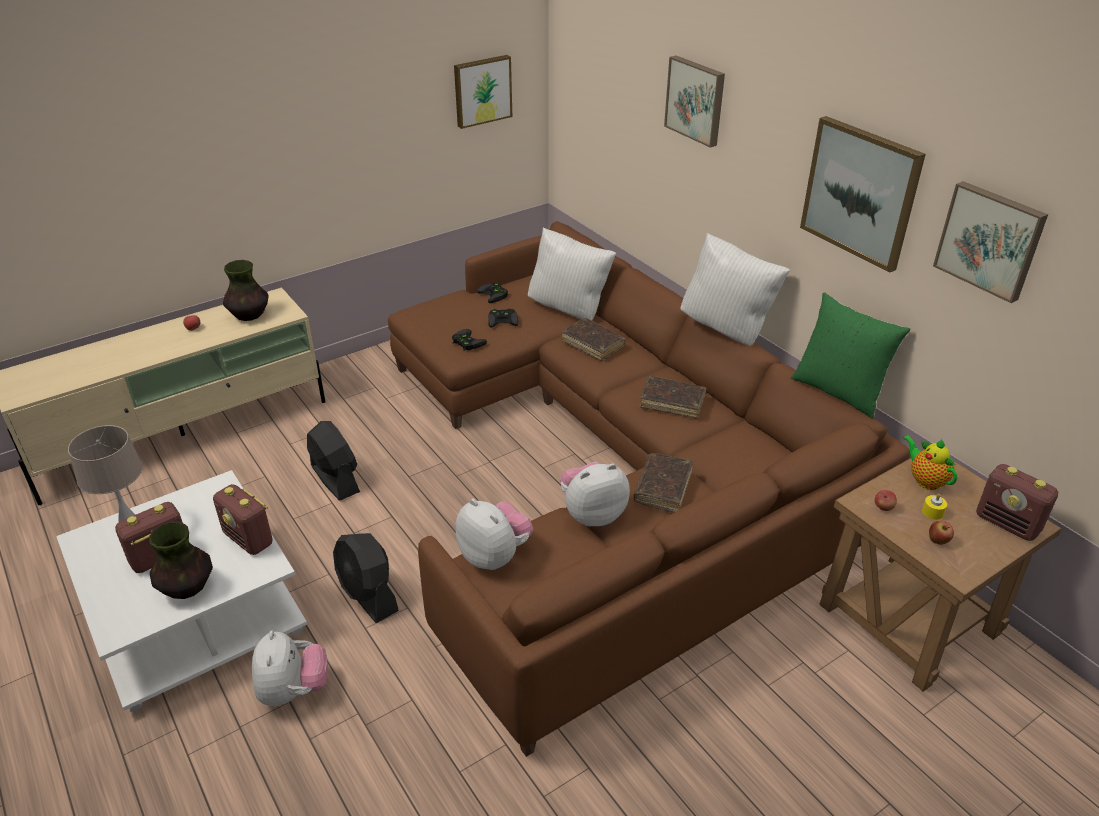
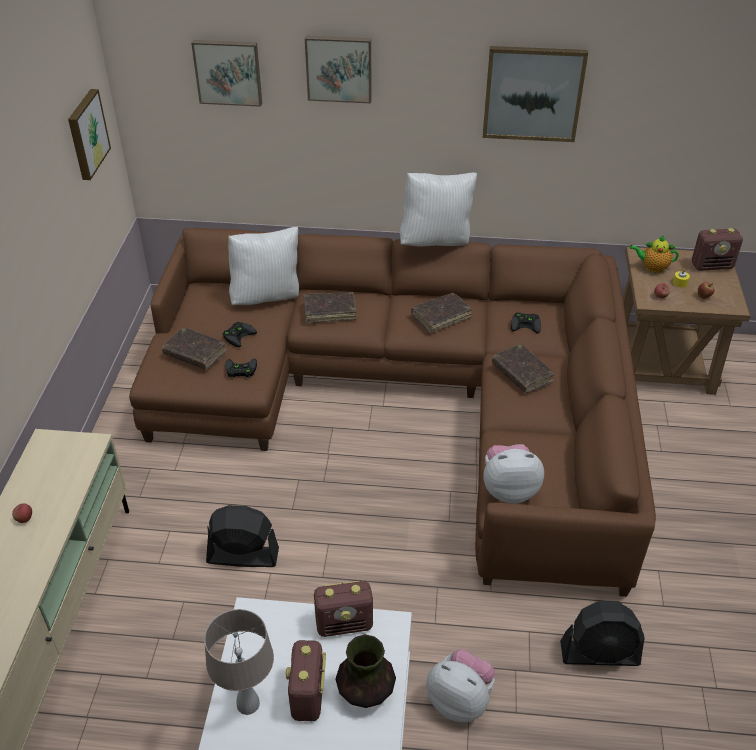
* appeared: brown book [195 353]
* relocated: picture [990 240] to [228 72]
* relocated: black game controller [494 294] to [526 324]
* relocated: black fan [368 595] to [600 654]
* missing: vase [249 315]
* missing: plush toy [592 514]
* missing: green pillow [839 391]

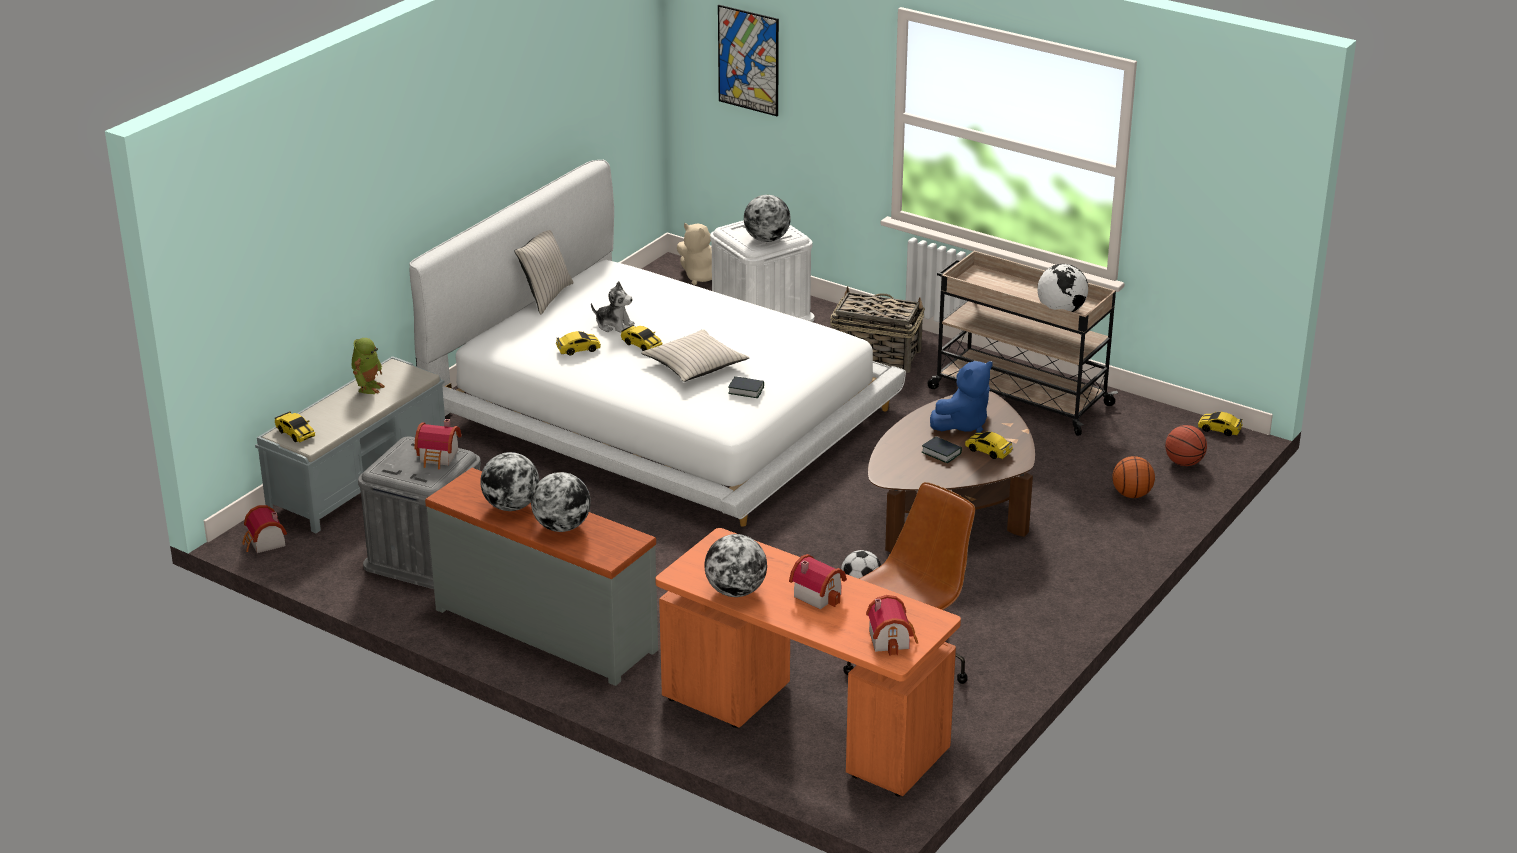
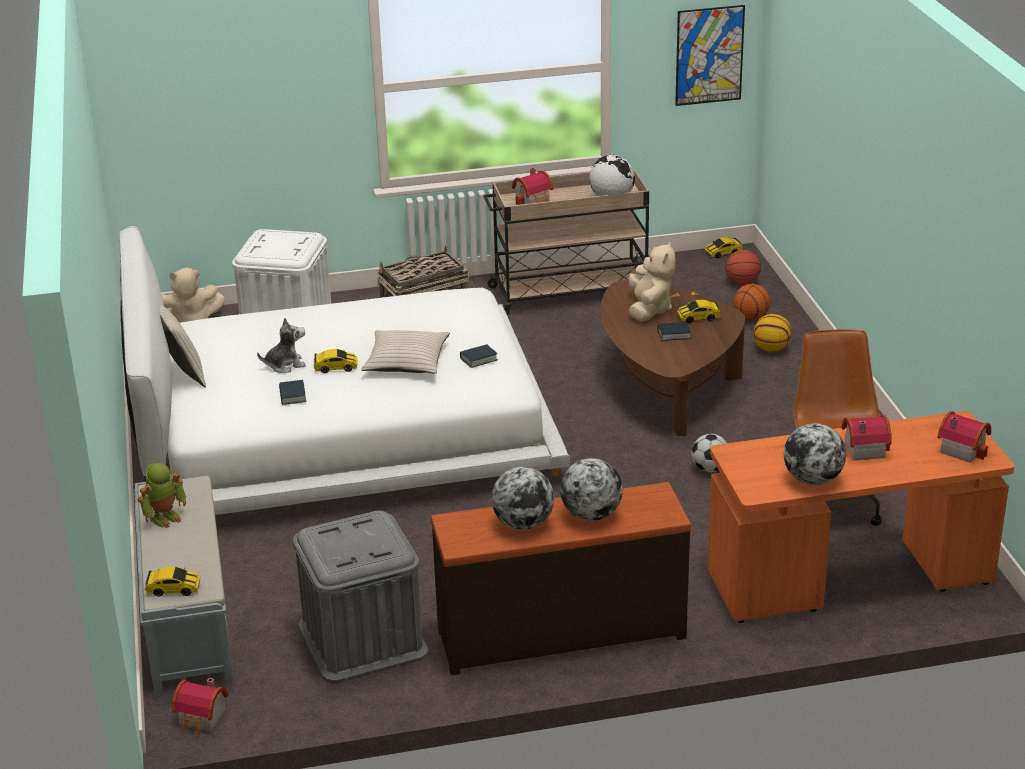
* spun: toy robot [368 387] = [165 517] 75 degrees clockwise
* exchanged: toy car [578 349] to book [292 396]
* colour: grey dresser [547 628] to brown dresser [560 631]
* relocated: toy house [439 457] to [534 201]
* colour: blue plush toy [963 424] to beige plush toy [649 309]
* relocated: picture [748 60] to [709 55]
* appeared: basketball [771 349]
* missing: globe [767 239]

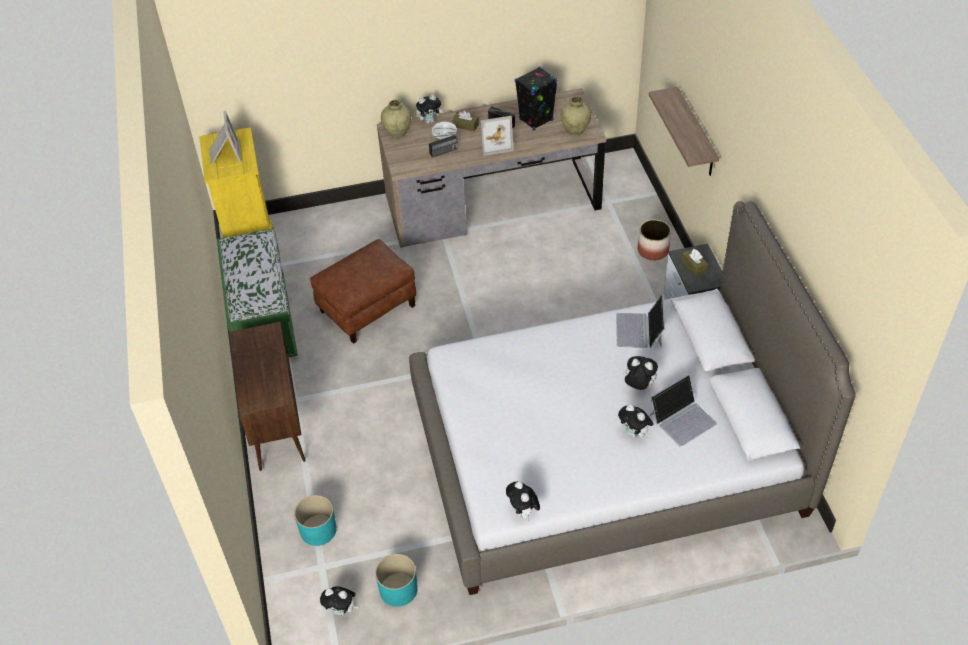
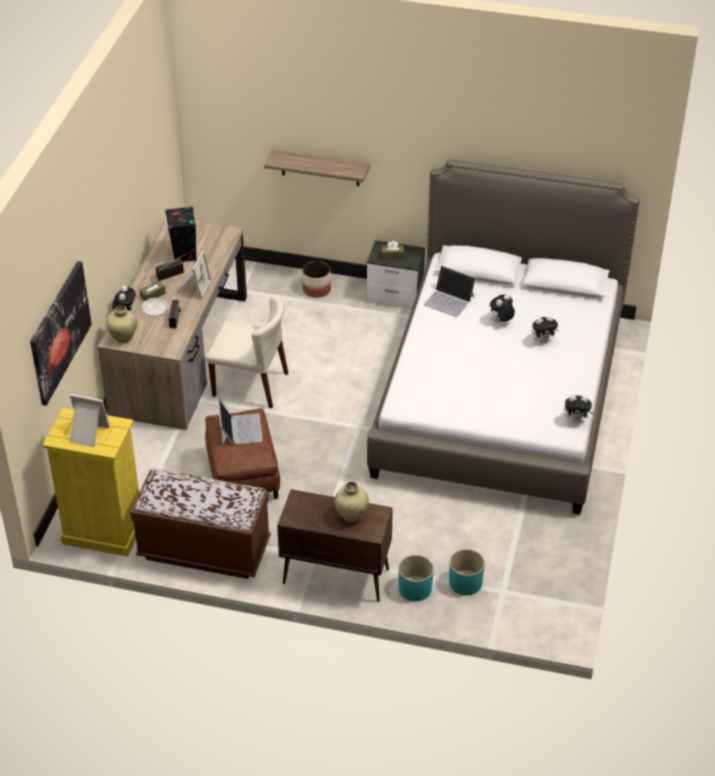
* appeared: picture [59 332]
* colour: green bench [263 323] to brown bench [204 550]
* appeared: beige chair [251 384]
* relocated: laptop [682 418] to [240 429]
* relocated: beige vase [575 130] to [351 516]
* relocated: turquoise planter [399 589] to [415 588]
* missing: plush toy [341 610]

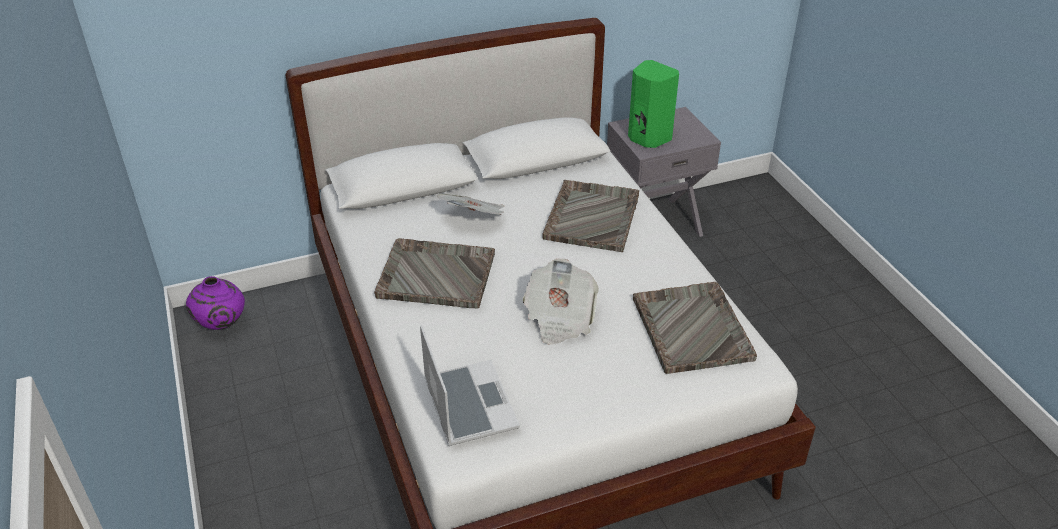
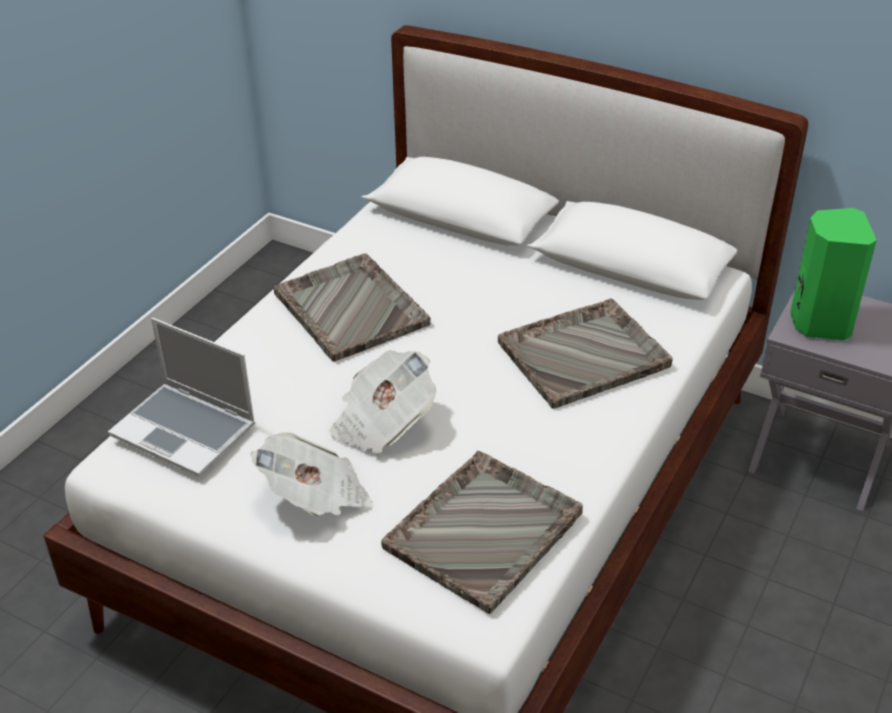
* spun: laptop [468 404] = [186 431] 90 degrees clockwise
* relocated: newspaper [475 218] to [316 497]
* missing: purple vase [221 325]

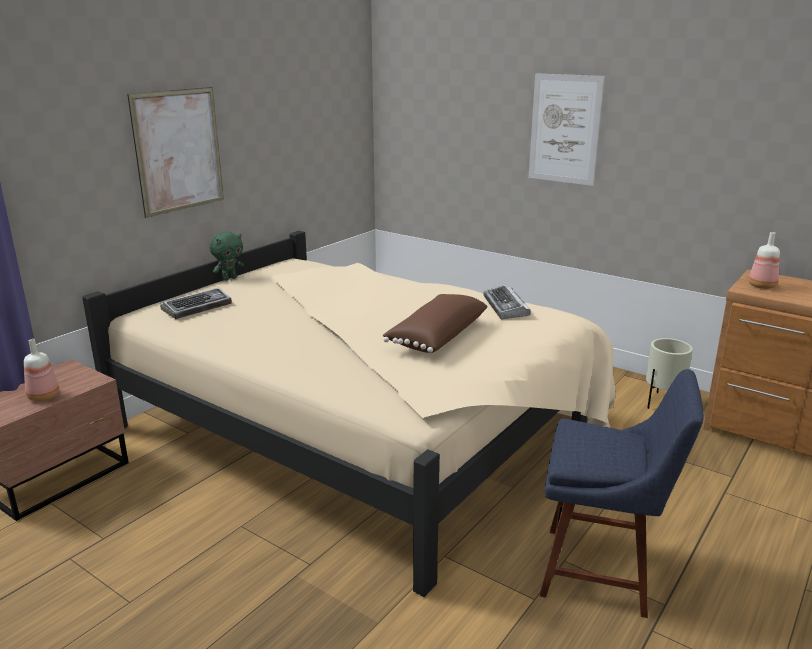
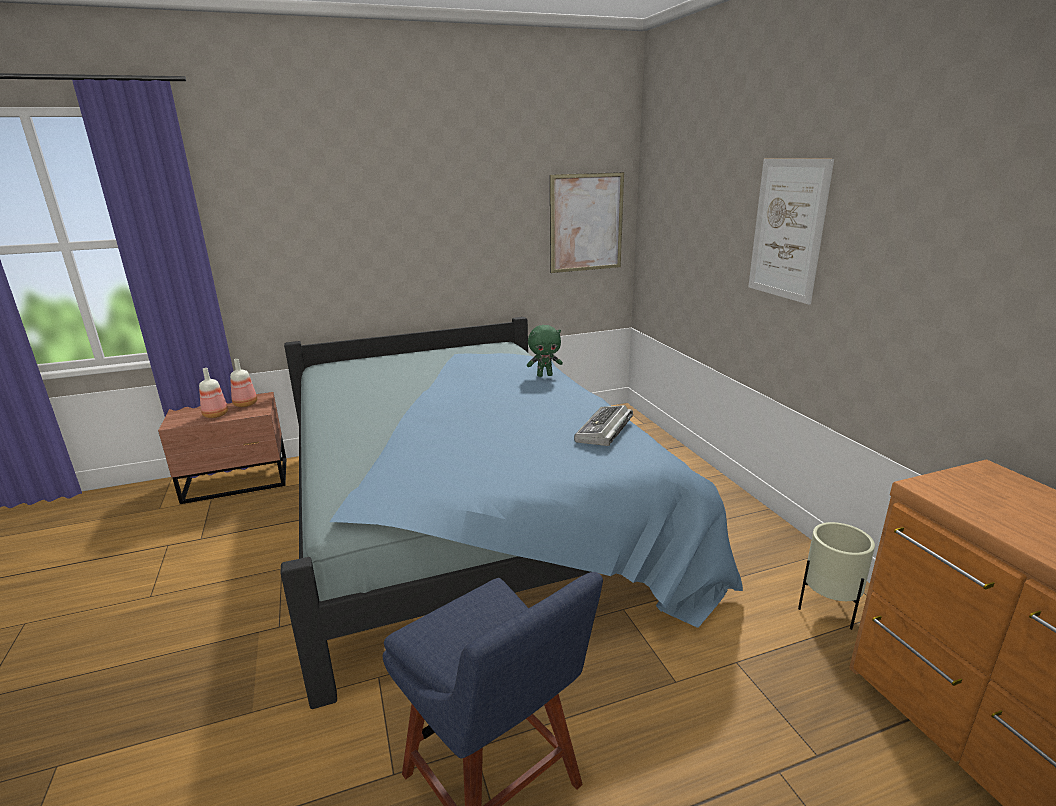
* relocated: bottle [763 286] to [245 404]
* colour: beige bed [364 427] to blue bed [473 517]
* relocated: green plush toy [229 278] to [545 375]
* relocated: picture [178 151] to [586 223]
* missing: keyboard [197 308]
* missing: brown pillow [436 336]

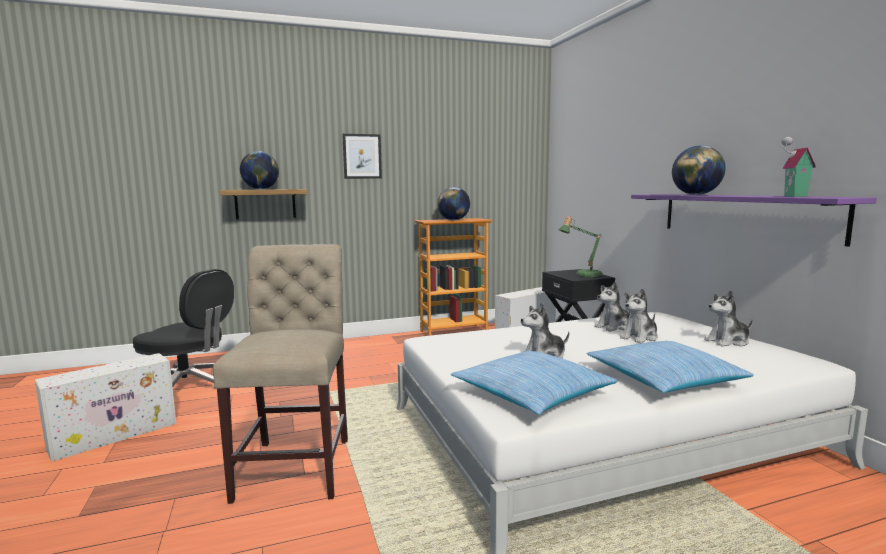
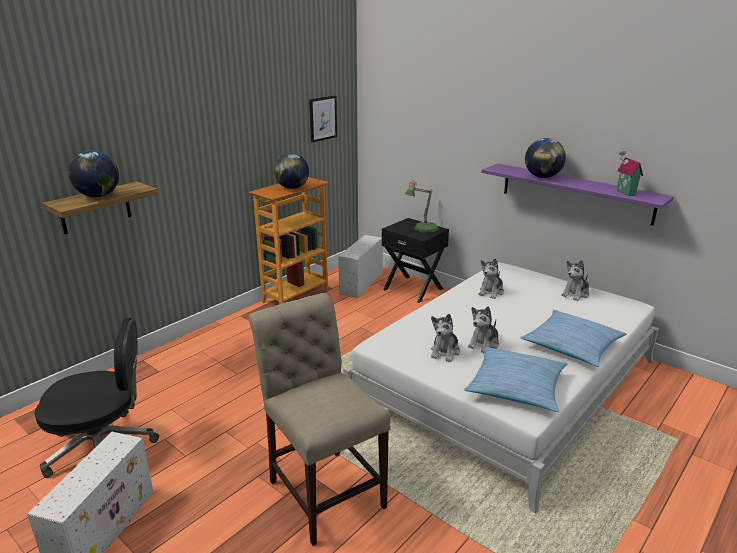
* relocated: picture [362 156] to [323 118]
* relocated: plush toy [640 337] to [445 352]

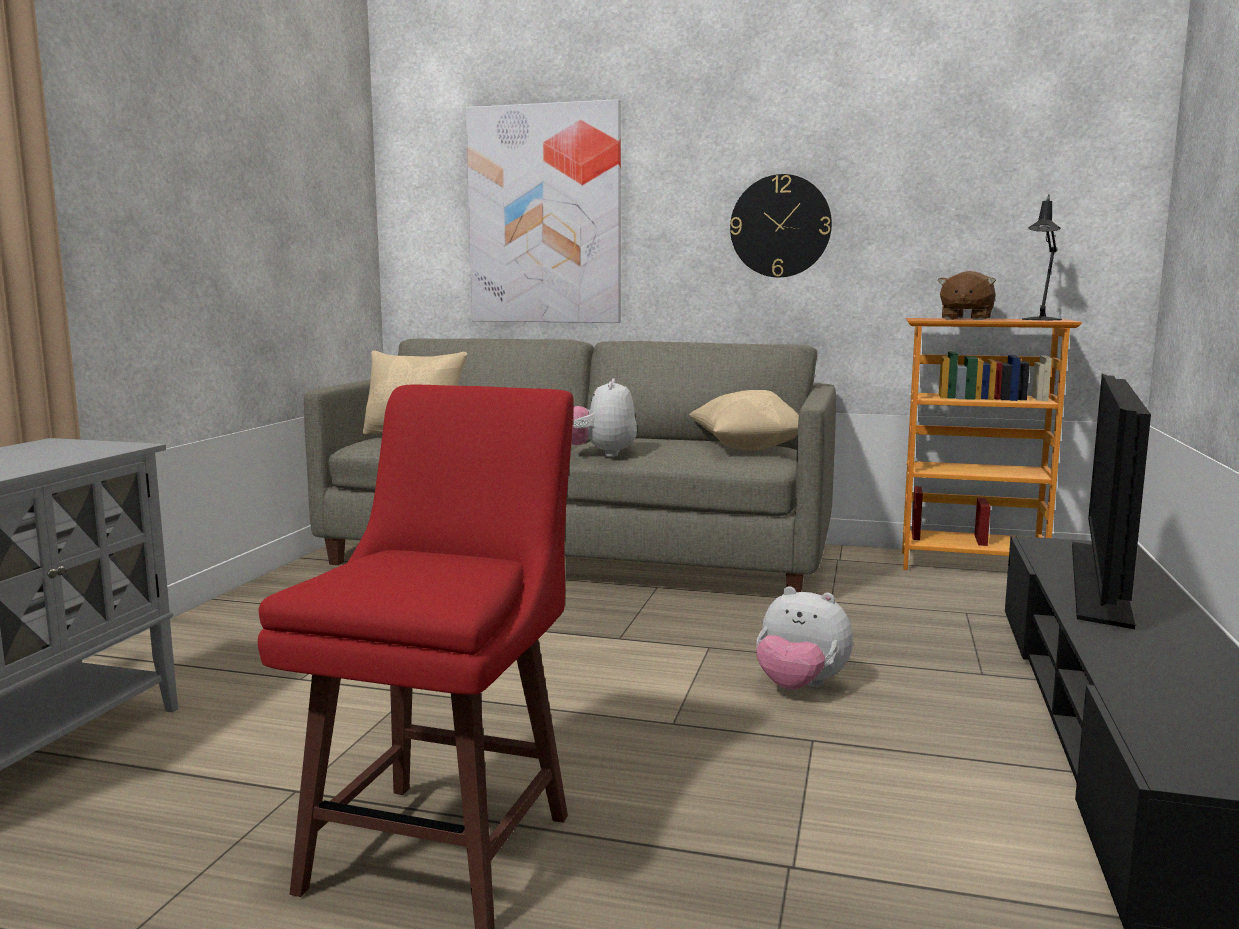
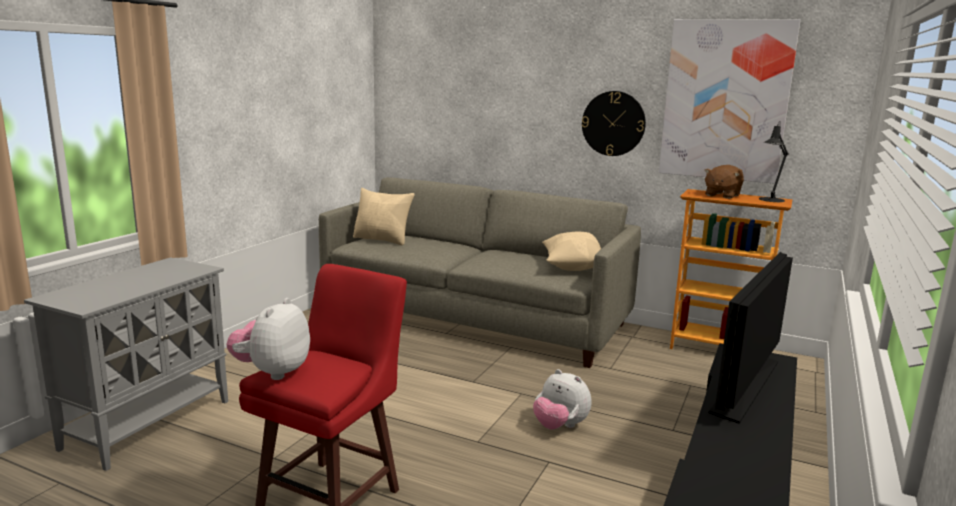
* relocated: plush toy [601 454] to [272 372]
* relocated: picture [545 215] to [725 101]

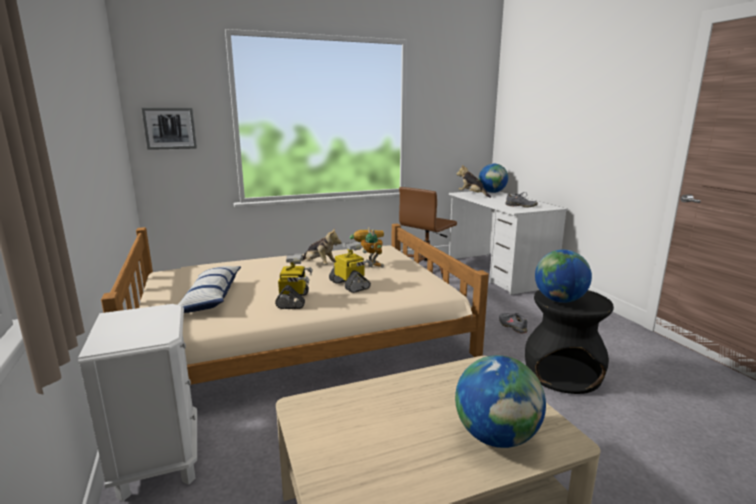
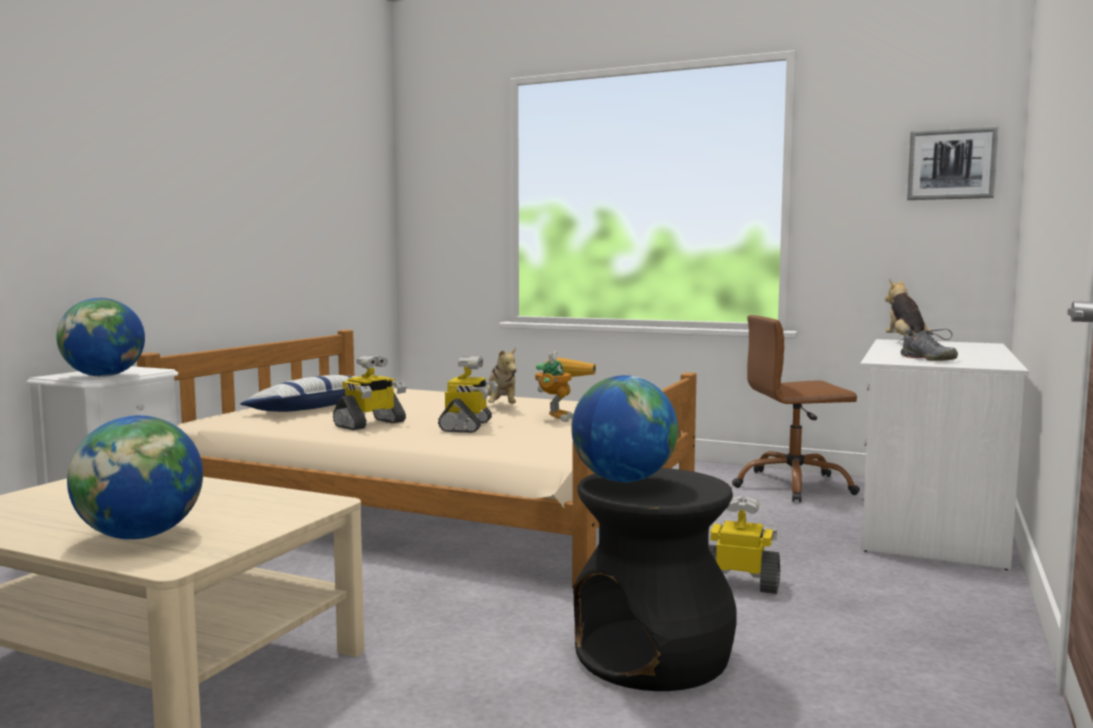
* relocated: globe [492 192] to [104 376]
* exchanged: grey shoe [512 326] to toy robot [740 583]
* relocated: picture [170 128] to [951 164]

